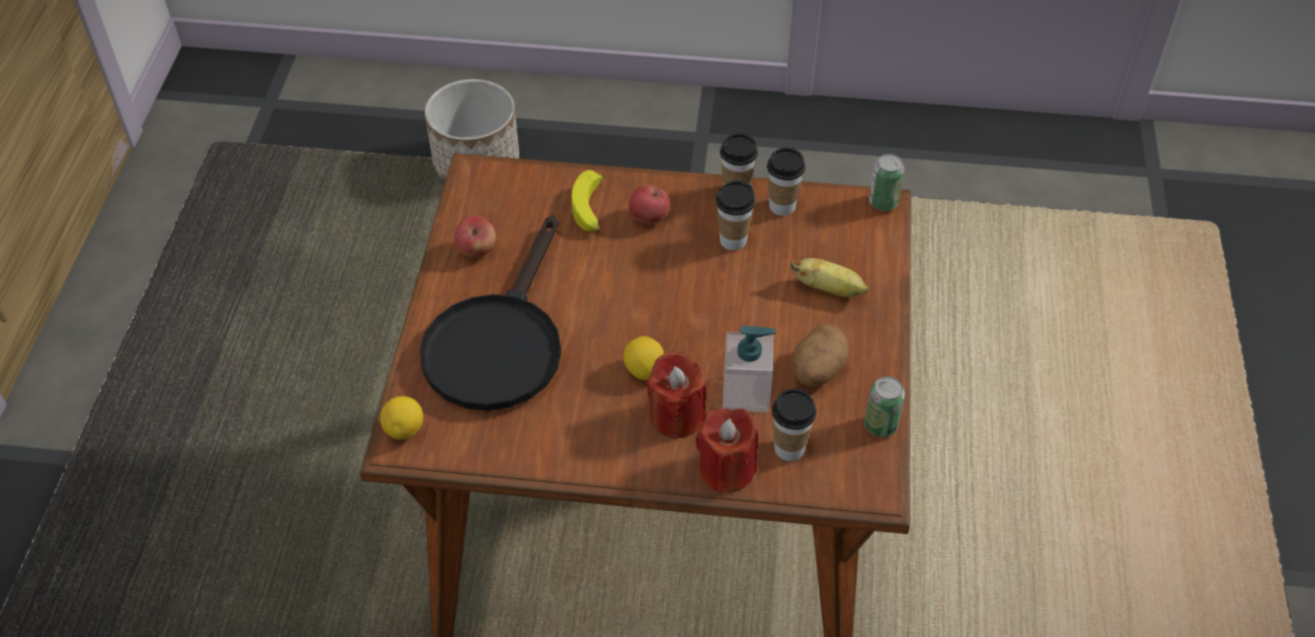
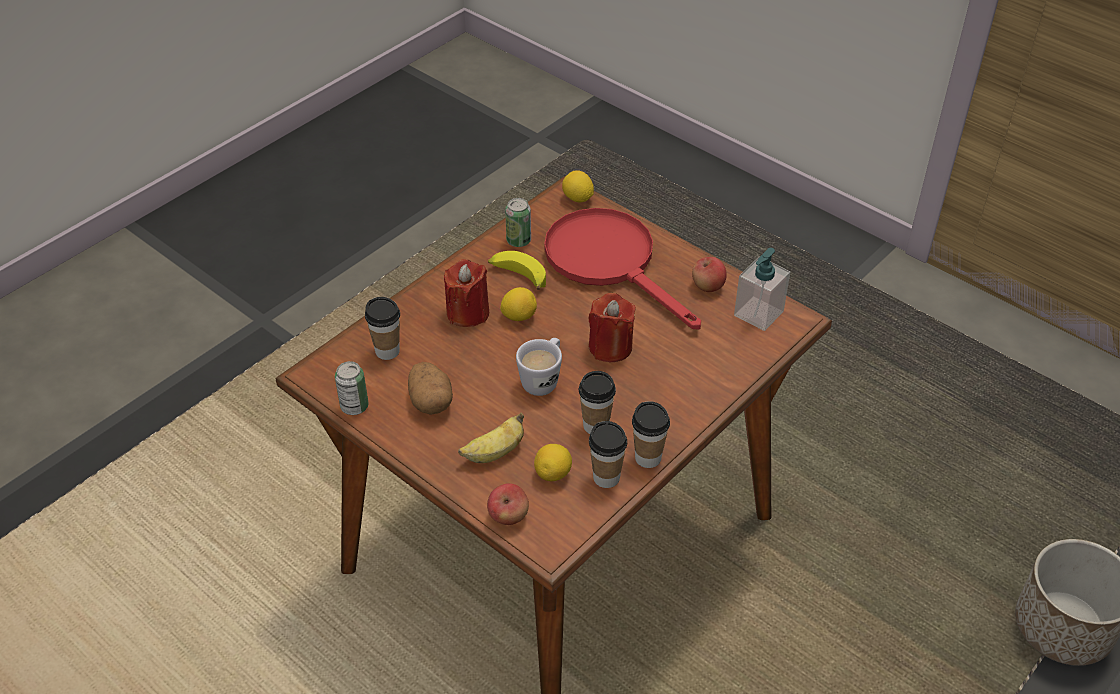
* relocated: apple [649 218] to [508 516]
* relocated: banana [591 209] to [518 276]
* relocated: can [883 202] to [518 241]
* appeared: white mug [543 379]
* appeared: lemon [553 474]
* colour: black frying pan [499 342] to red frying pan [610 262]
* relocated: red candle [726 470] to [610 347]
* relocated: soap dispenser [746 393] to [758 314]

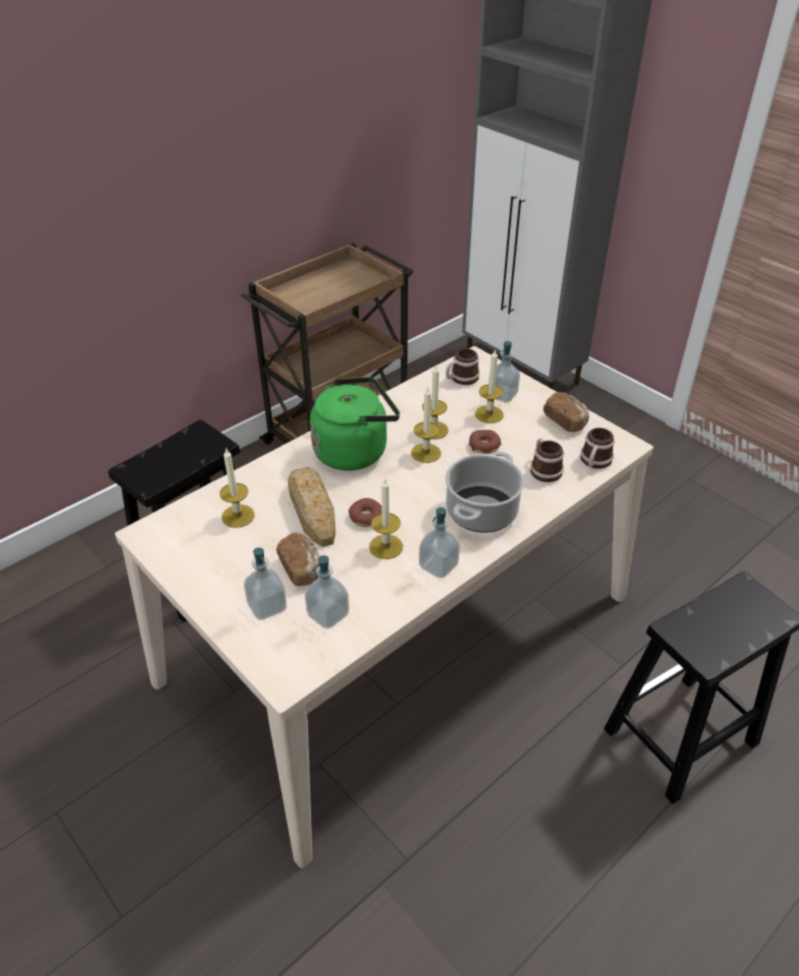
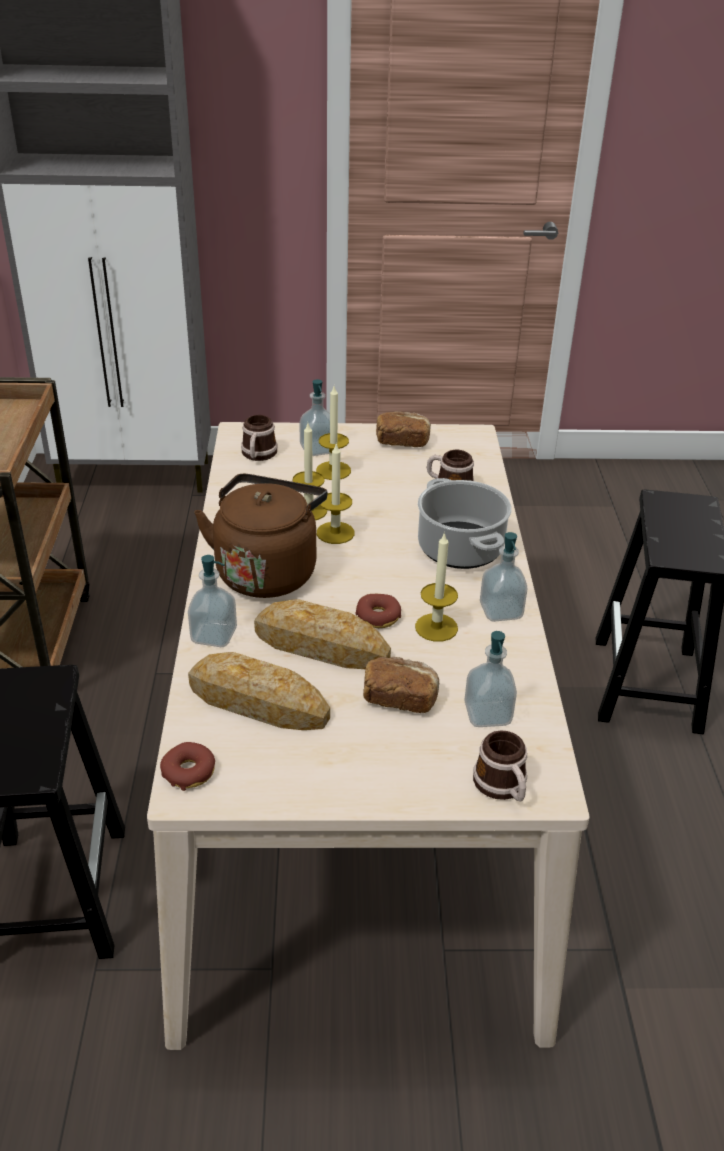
* relocated: donut [484 446] to [189 772]
* relocated: soap dispenser [267 606] to [214 635]
* exchanged: candle [238 516] to bread [257 702]
* colour: green kettle [354 450] to brown kettle [267 571]
* relocated: mug [594 462] to [503 787]

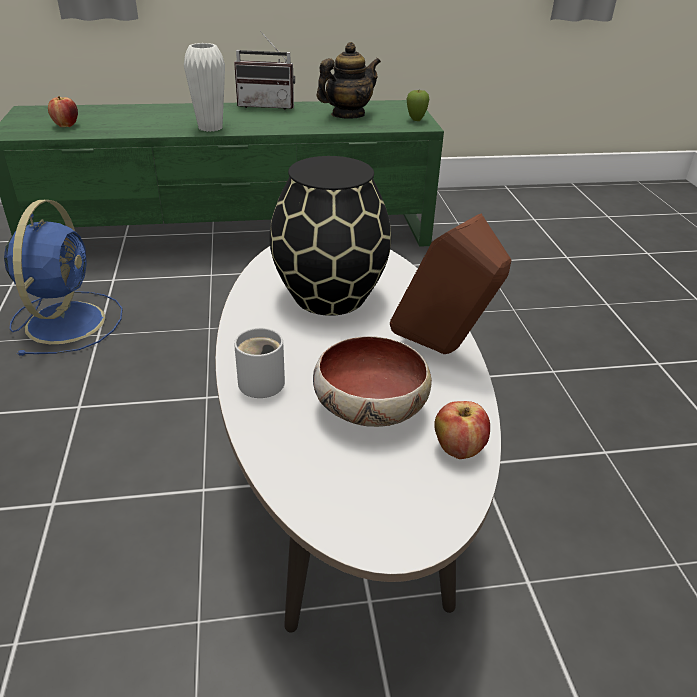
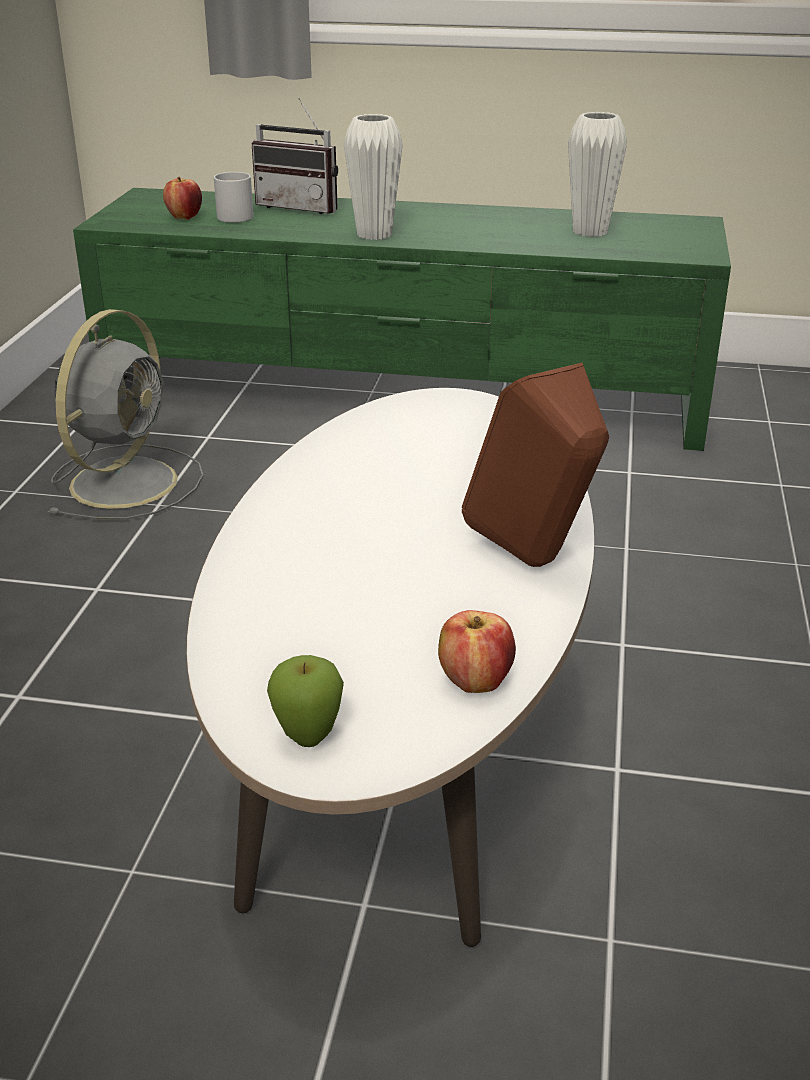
* colour: blue fan [67 320] to grey fan [126 481]
* relocated: white mug [262 380] to [237 216]
* relocated: radio [267 105] to [302 207]
* relocated: apple [416 120] to [308 739]
* exchanged: teapot [347 115] to white vase [590 232]
* missing: black vase [328 296]
* missing: bowl [368 409]

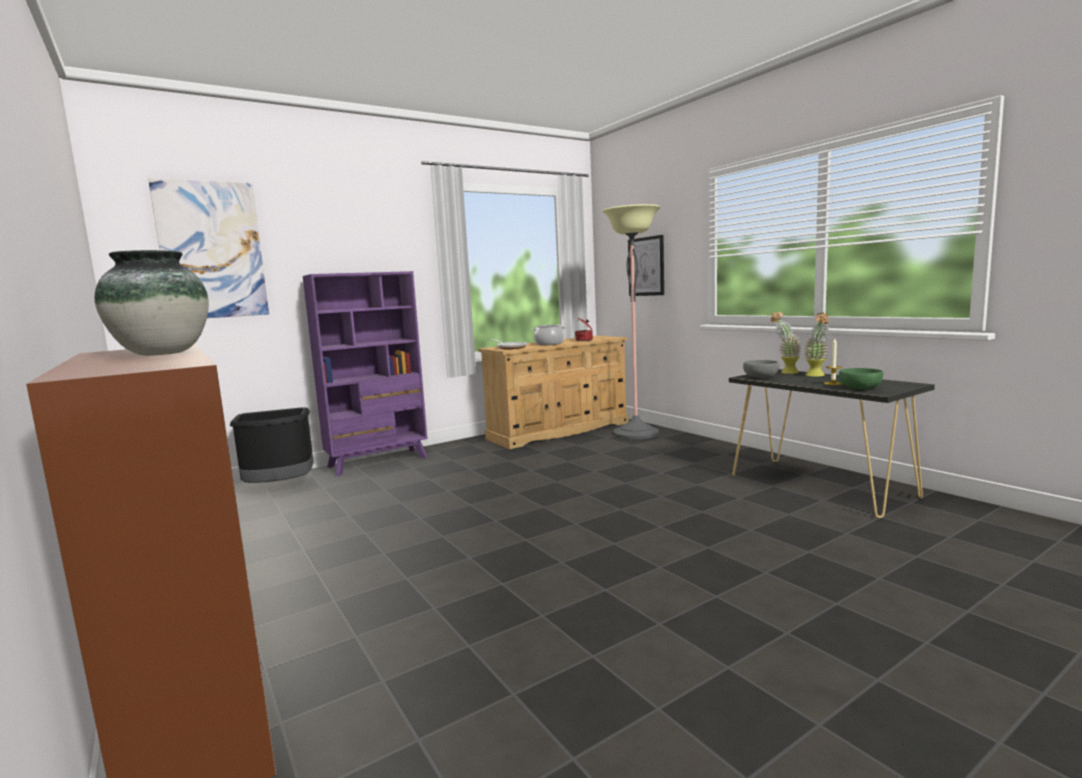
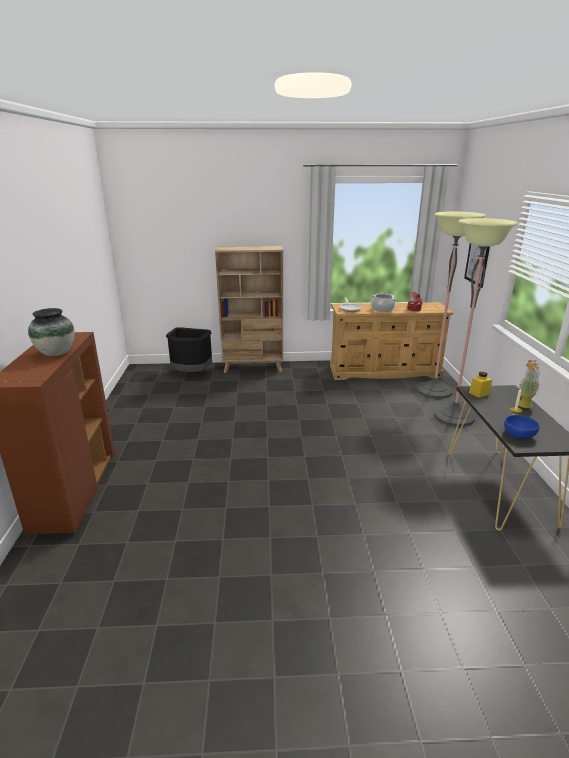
* colour: purple bookcase [378 462] to beige bookcase [253 368]
* appeared: floor lamp [453 416]
* exchanged: grey bowl [760 377] to yellow jar [479 393]
* colour: green bowl [860 388] to blue bowl [519 434]
* missing: picture [212 250]
* missing: potted plant [785 372]

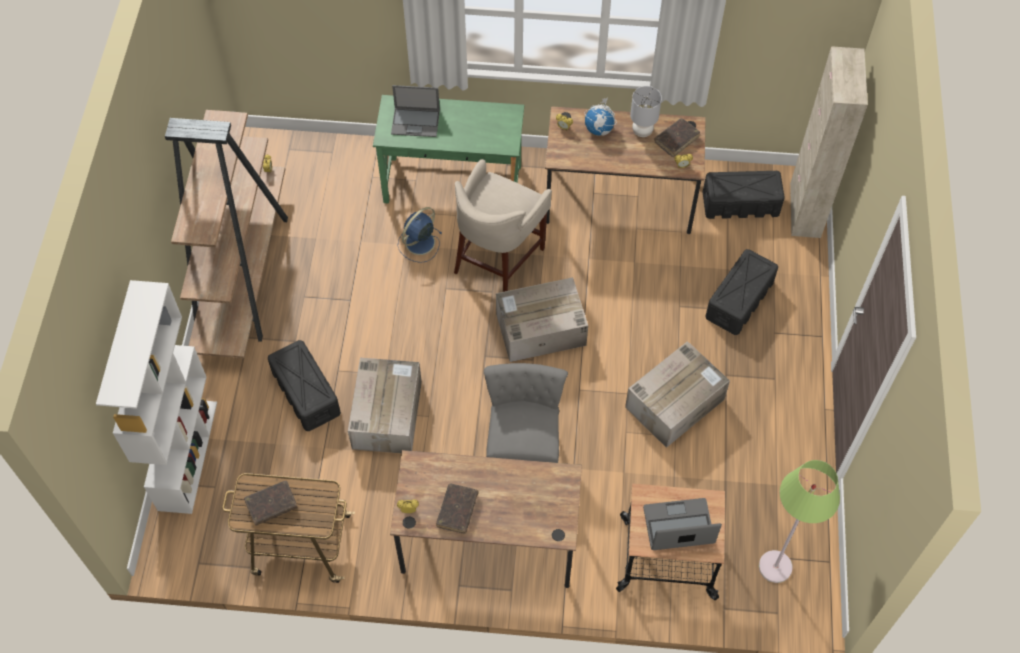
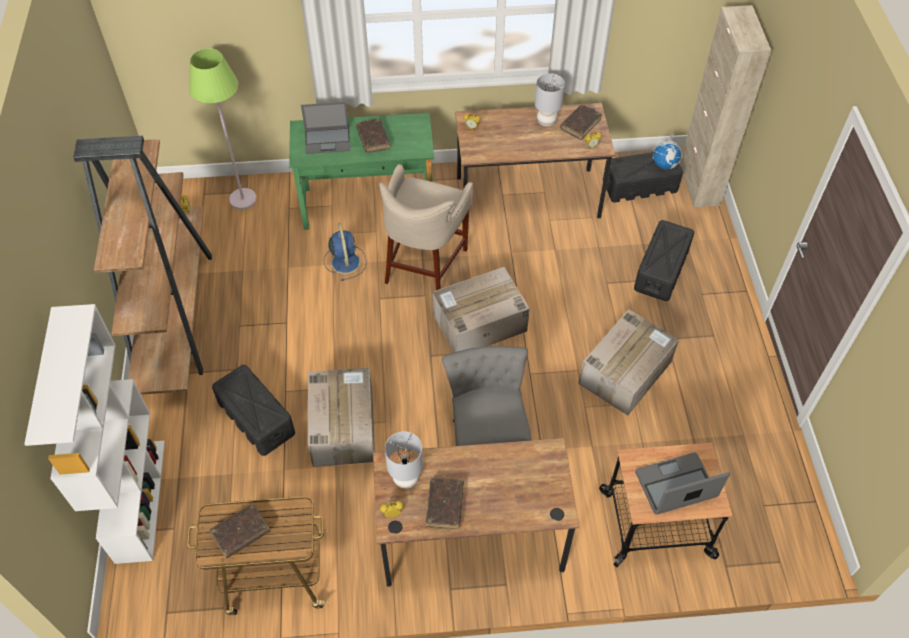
* relocated: green floor lamp [775 567] to [242 199]
* spun: blue fan [419 243] = [345 261] 135 degrees clockwise
* appeared: brown book [373 139]
* appeared: grey table lamp [405 479]
* relocated: globe [599 129] to [665 164]

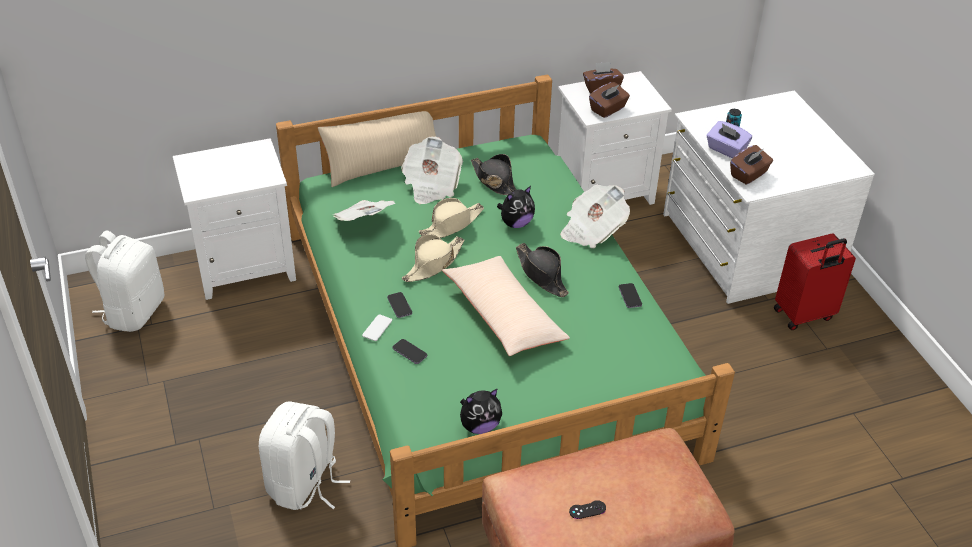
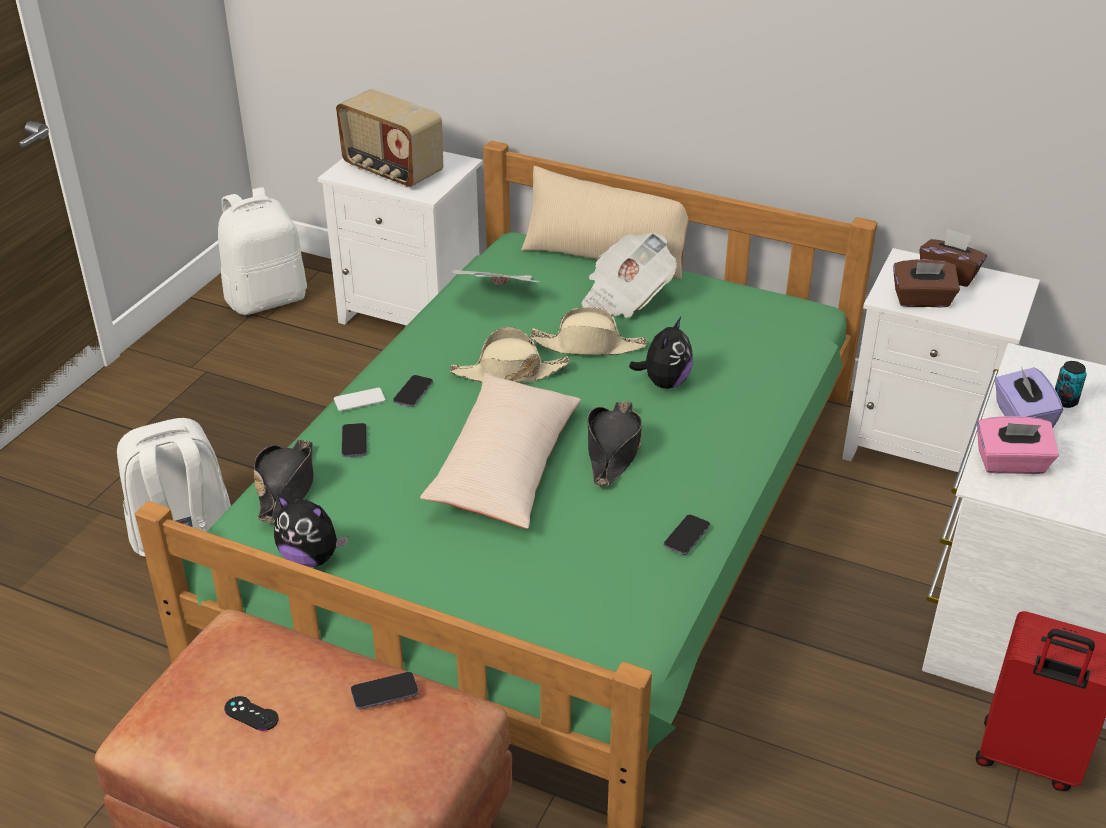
* relocated: black hat [495 181] to [287 487]
* appeared: radio [391 171]
* appeared: phone [385 692]
* spun: plush toy [516 223] = [664 382] 75 degrees counterclockwise
* colour: brown tissue box [749 175] to pink tissue box [1011 464]
* missing: newspaper [592 230]

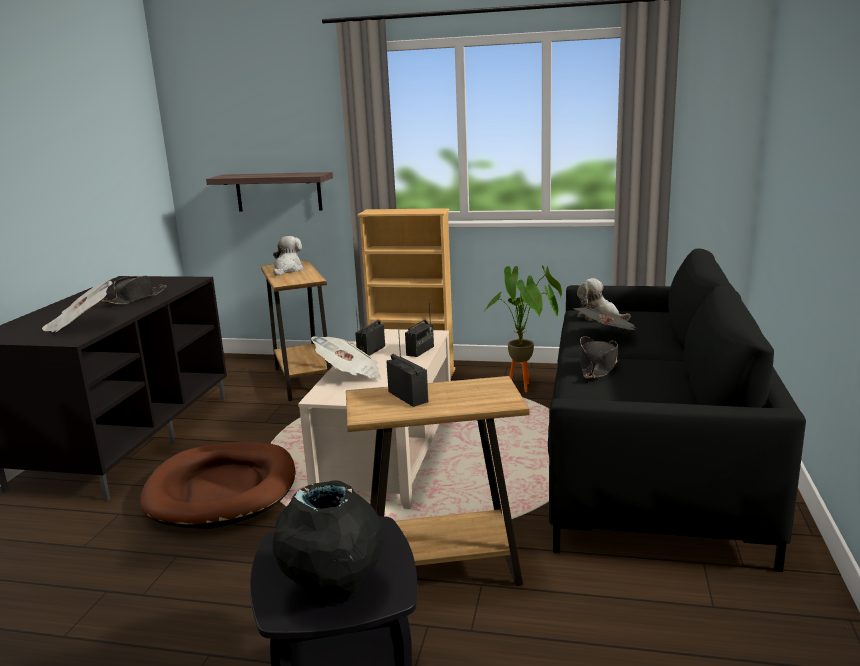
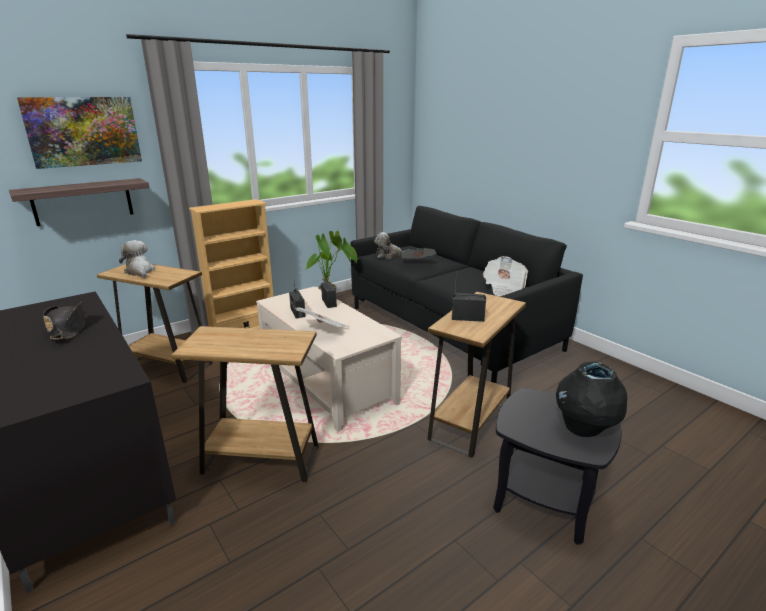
* appeared: picture [83 131]
* exchanged: brown dog bed [222 490] to brown side table [261 460]
* relocated: newspaper [80 325] to [503 288]
* missing: black hat [597 366]

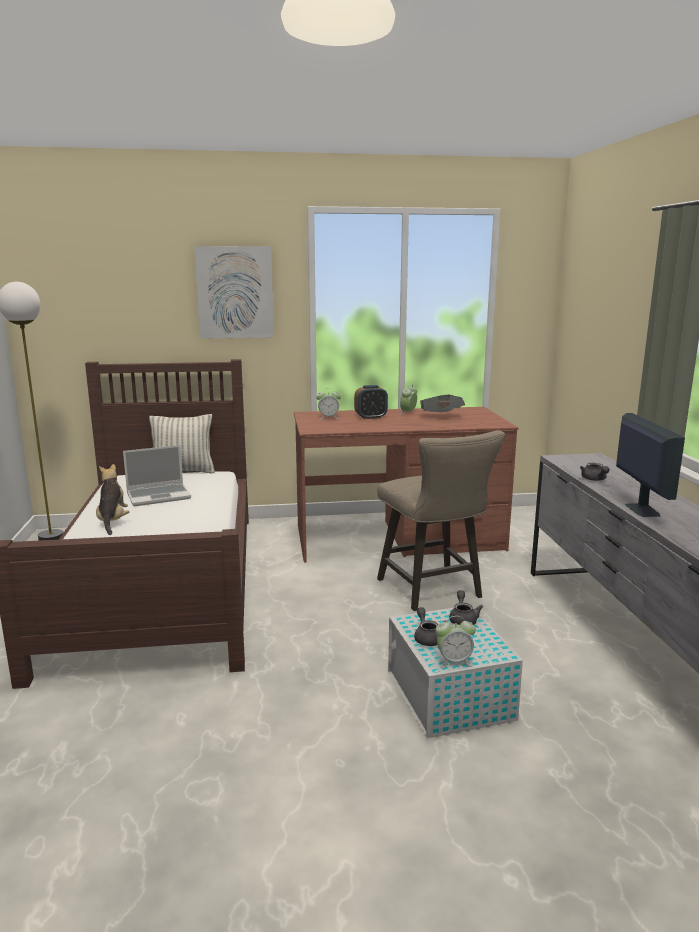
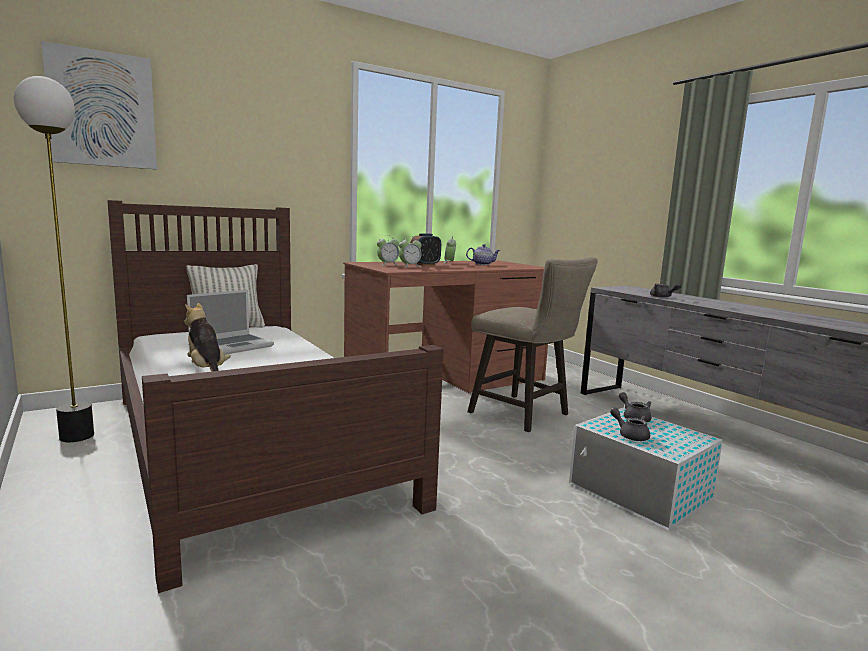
* relocated: picture [235 292] to [102 109]
* relocated: alarm clock [454 661] to [409 266]
* exchanged: newspaper [441 416] to teapot [482 264]
* missing: monitor [641 509]

